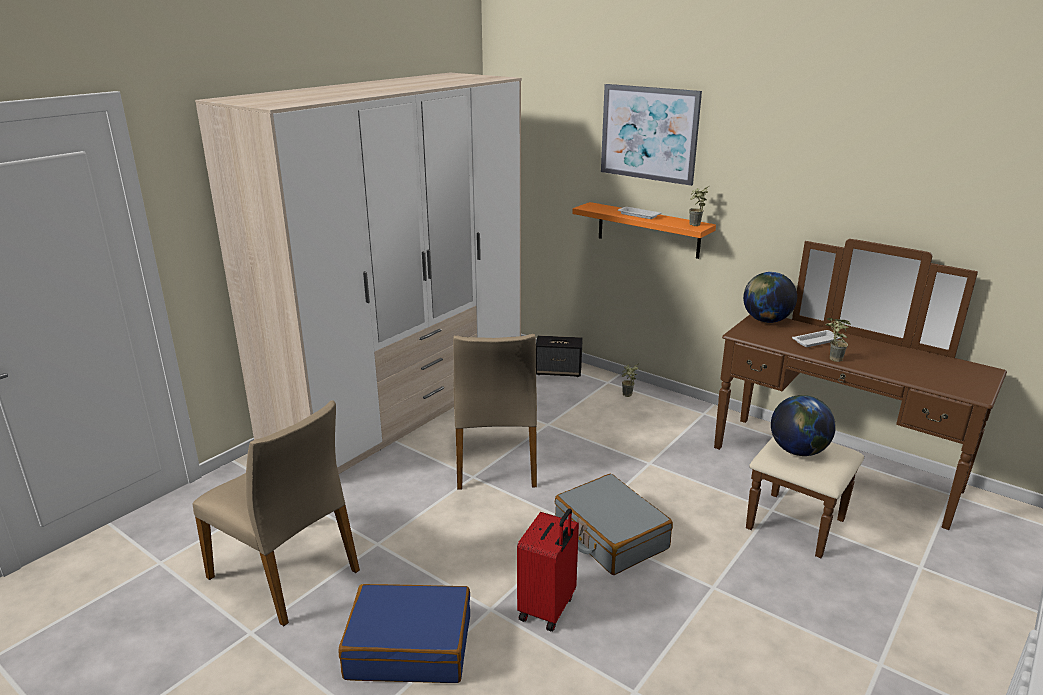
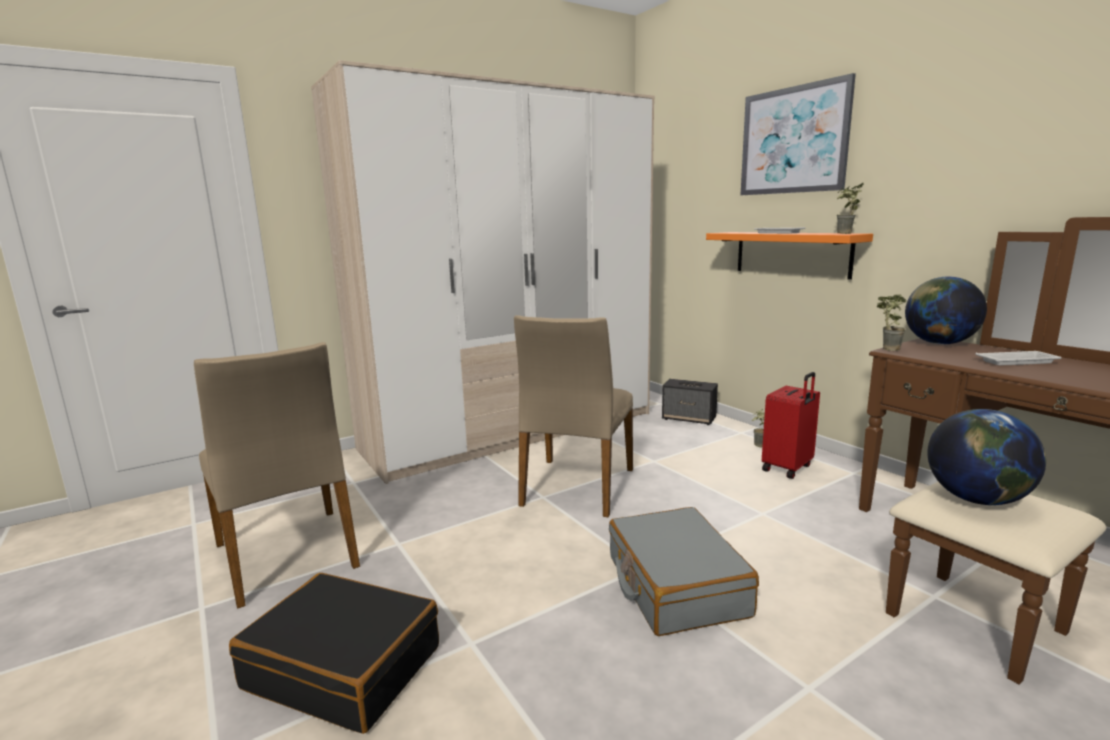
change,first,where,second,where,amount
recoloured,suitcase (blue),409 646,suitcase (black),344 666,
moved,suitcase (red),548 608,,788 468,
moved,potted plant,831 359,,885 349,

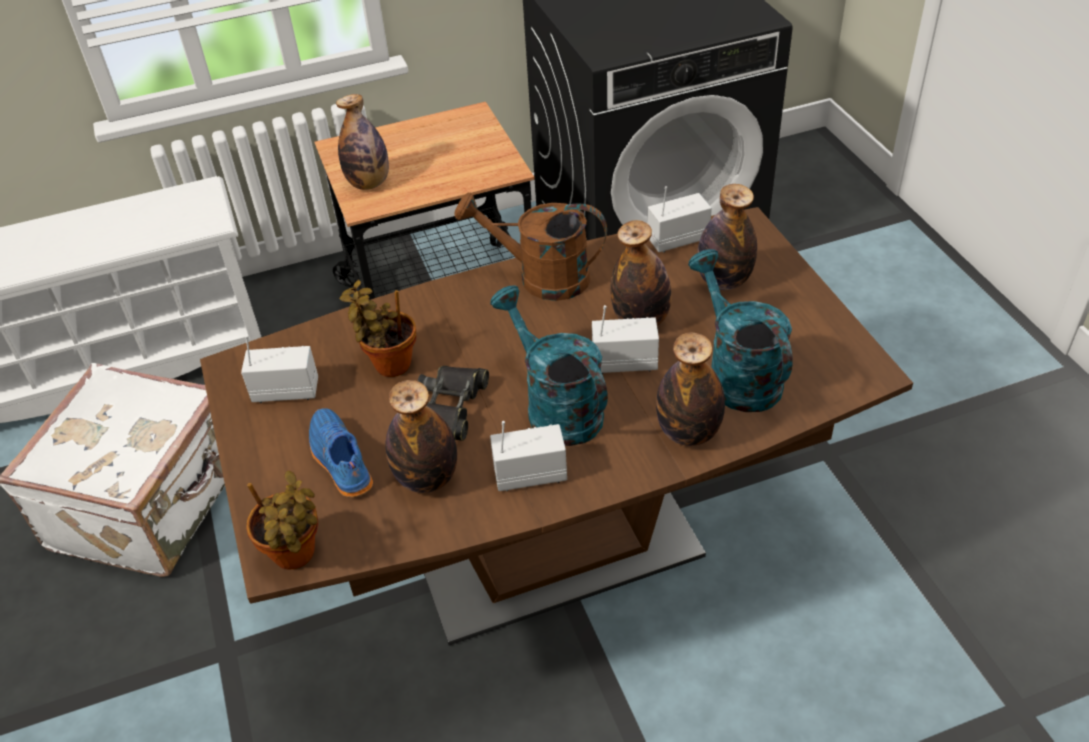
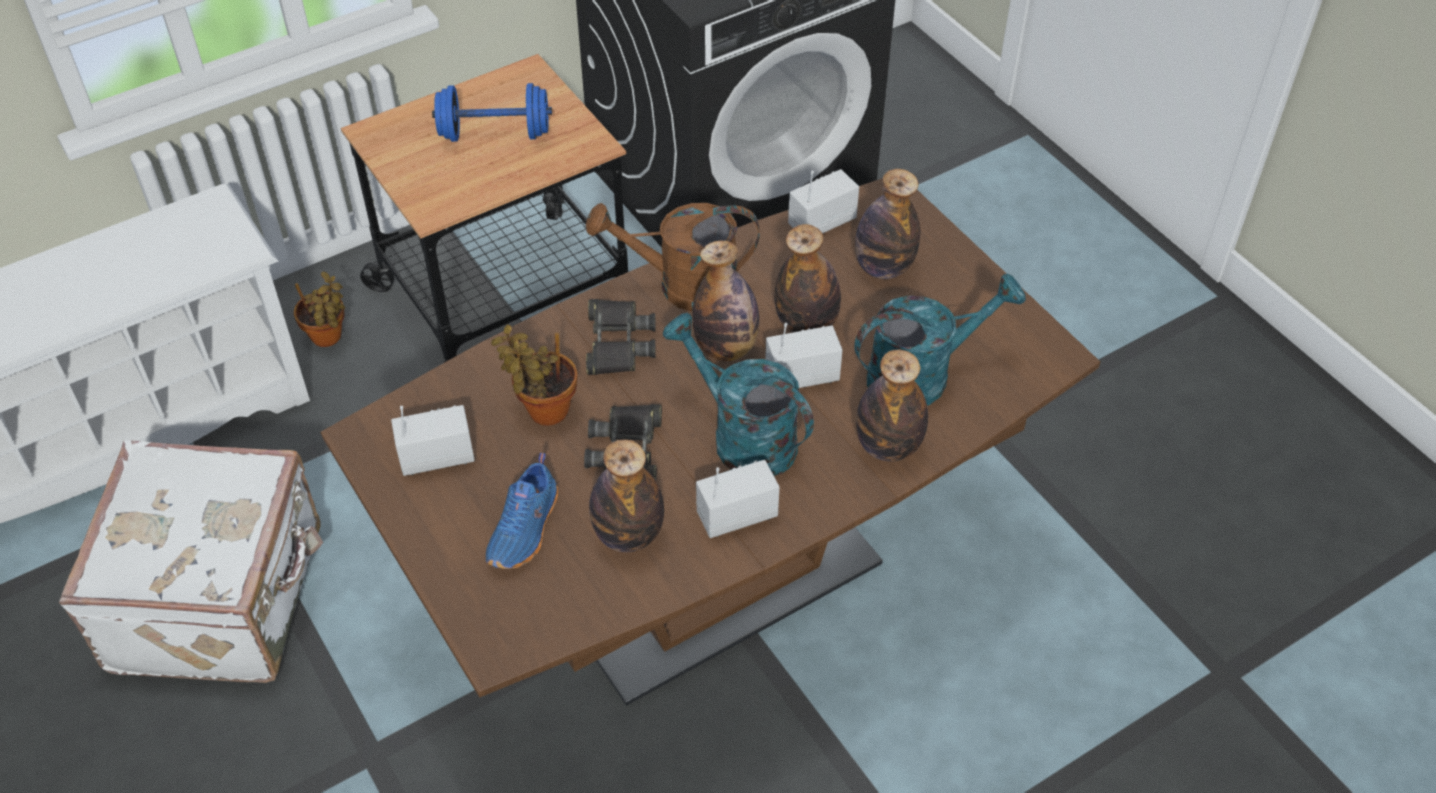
change,first,where,second,where,amount
moved,potted plant,296 556,,329 338,
added,,,dumbbell (blue),495 134,
turned,shoe (blue),339 461,,526 530,120 degrees counterclockwise
added,,,binoculars (black),617 343,
moved,bottle,369 183,,726 348,
turned,watering can (turquoise),736 374,,922 374,105 degrees clockwise

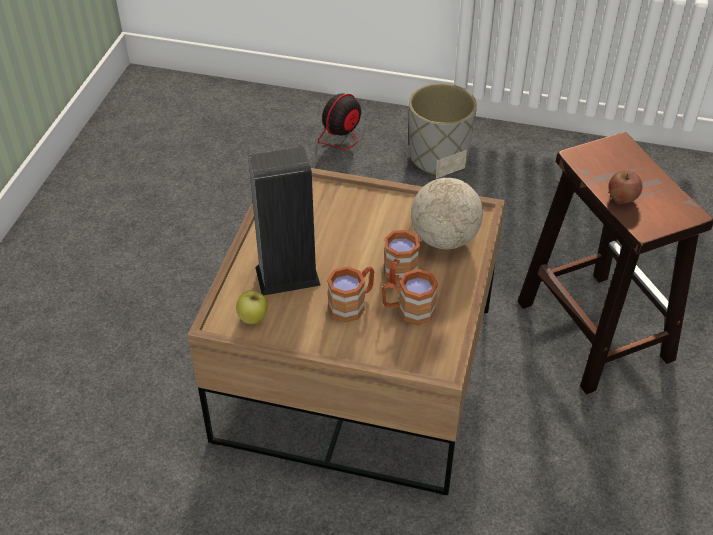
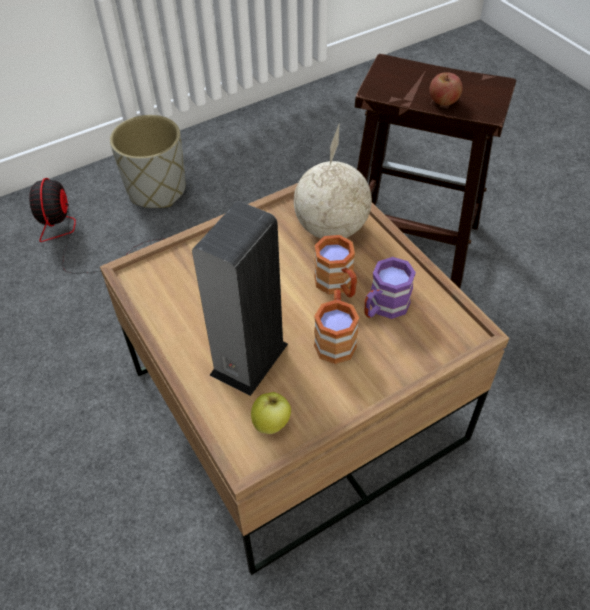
change,first,where,second,where,amount
recoloured,mug (brown),408 311,mug (purple),383 307,

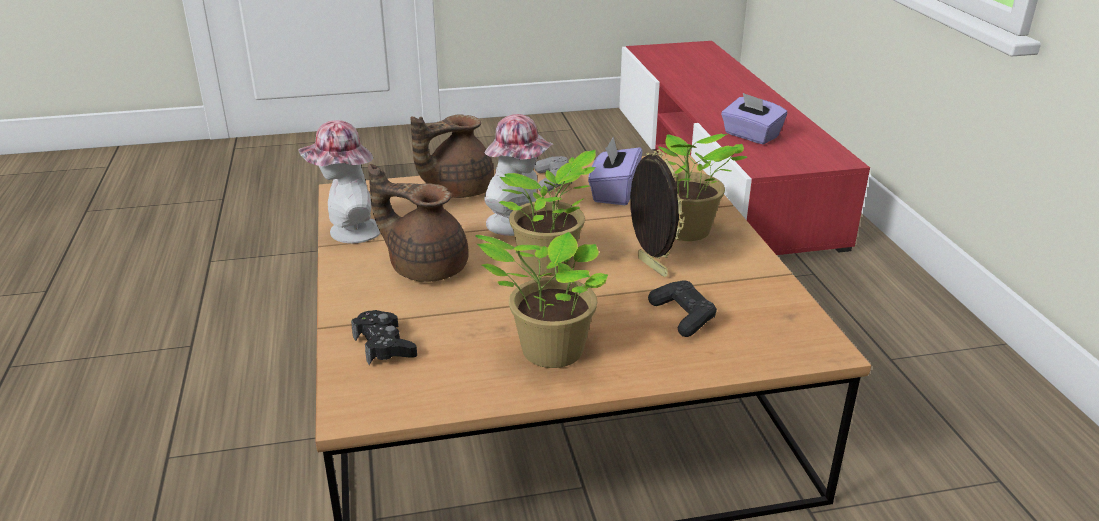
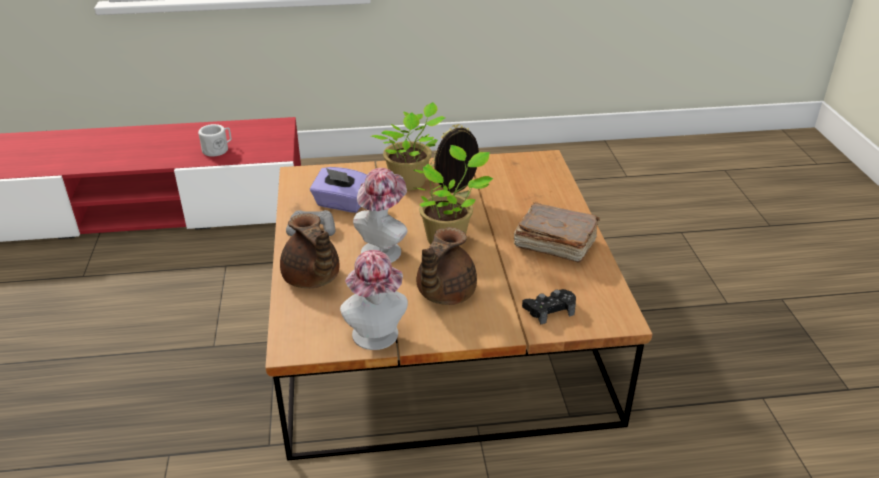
change,first,where,second,where,amount
replaced,tissue box (purple),750 136,mug (white),218 149,
replaced,potted plant,547 352,book (brown),554 244,
removed,game controller (black),682 316,,,

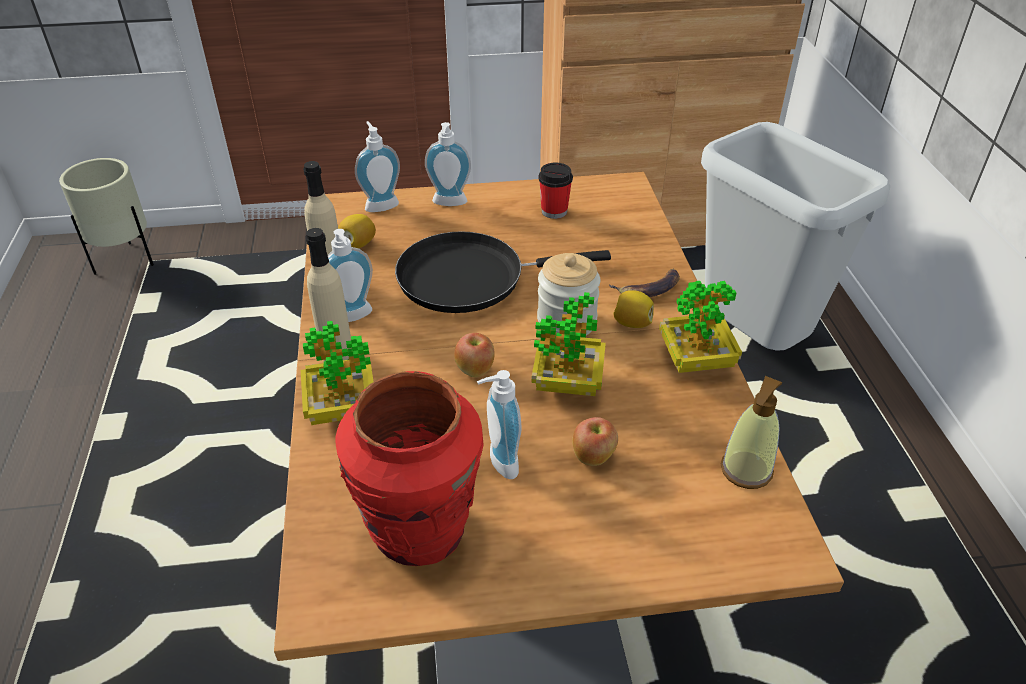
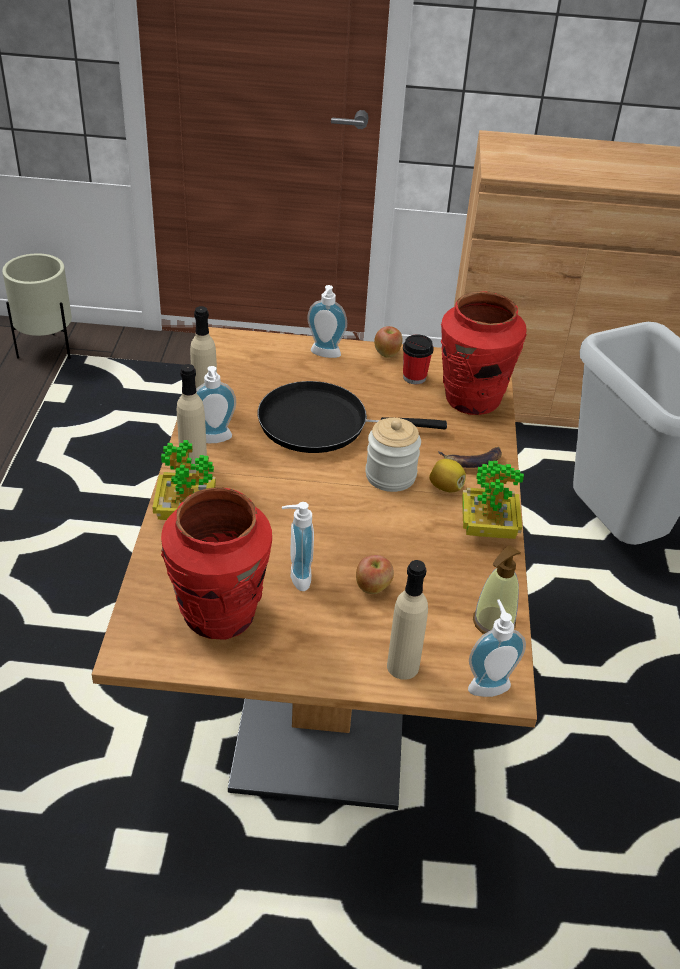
change,first,where,second,where,amount
moved,apple,475 370,,387 353,
added,,,bottle (beige),403 666,
added,,,vase (red),471 399,
moved,soap dispenser,380 204,,487 683,
removed,lemon,358 244,,,
removed,potted plant,568 383,,,

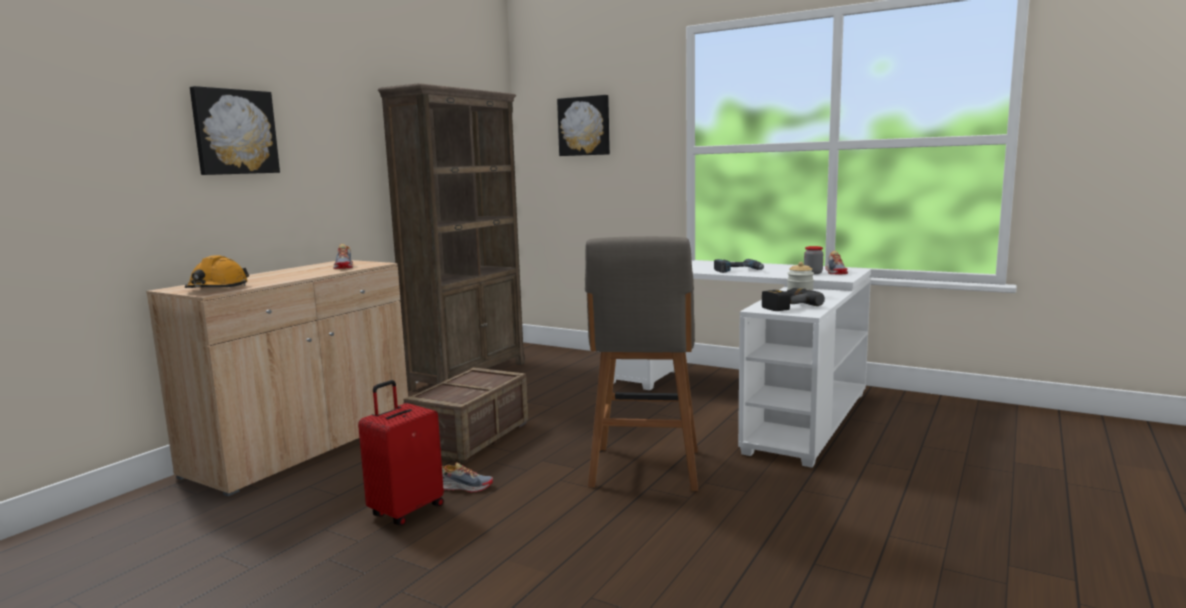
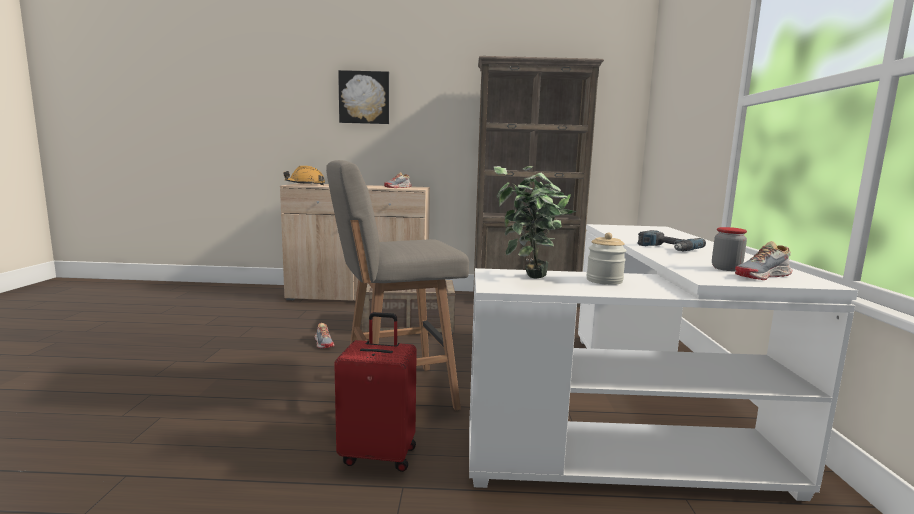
change,first,where,second,where,amount
moved,suitcase (red),406 511,,379 454,
replaced,power drill,786 306,potted plant,529 279,
removed,picture,584 126,,,

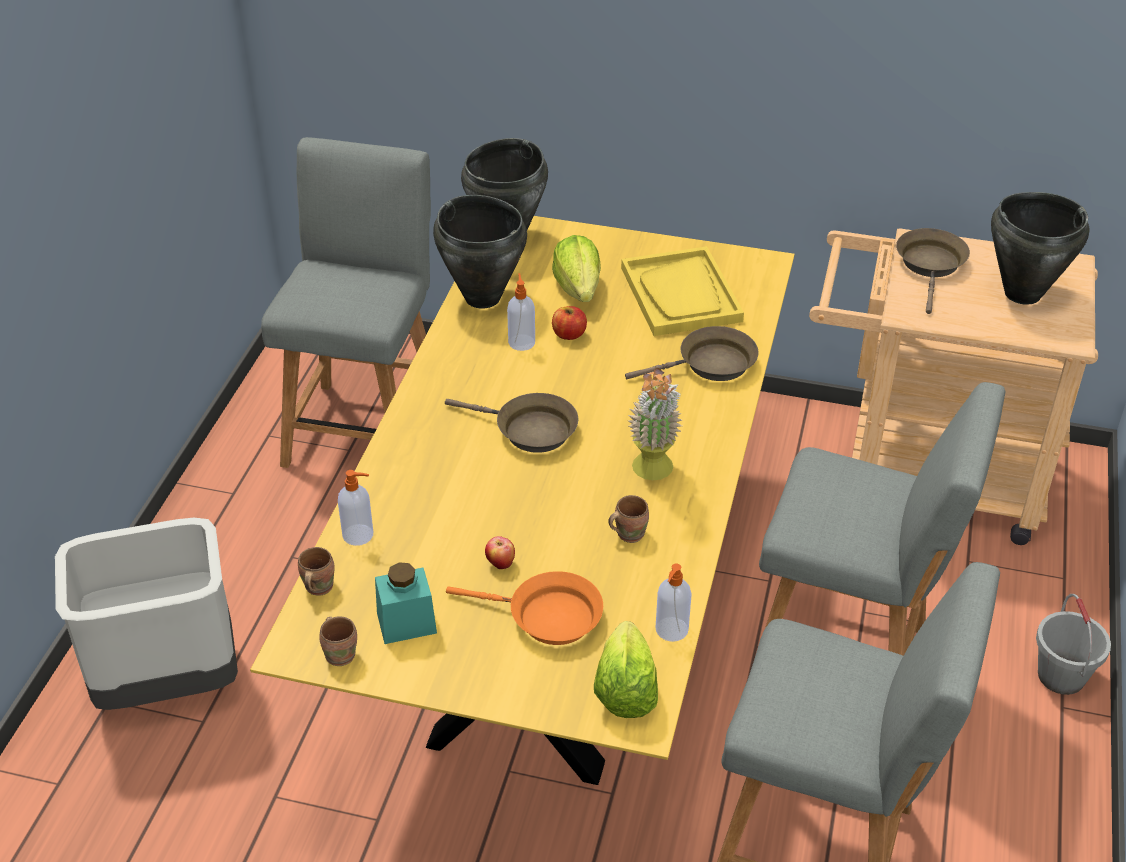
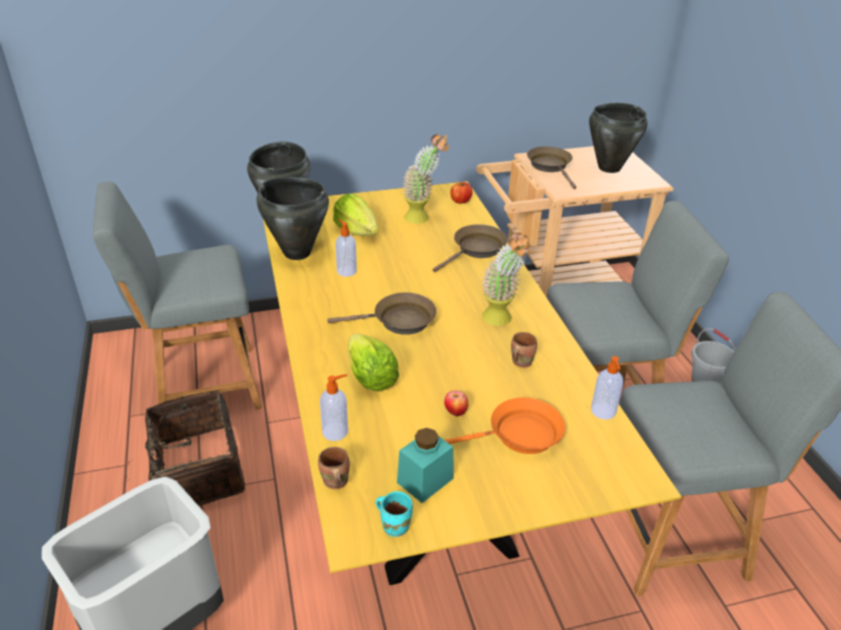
change,first,where,second,where,amount
turned,chair (grey),367 427,,201 386,90 degrees counterclockwise
added,,,basket,197 471,
moved,lettuce,625 690,,370 377,
recoloured,mug (brown),341 654,mug (turquoise),395 525,
replaced,tray (yellow),681 294,potted plant,423 218,
moved,apple,569 334,,460 201,

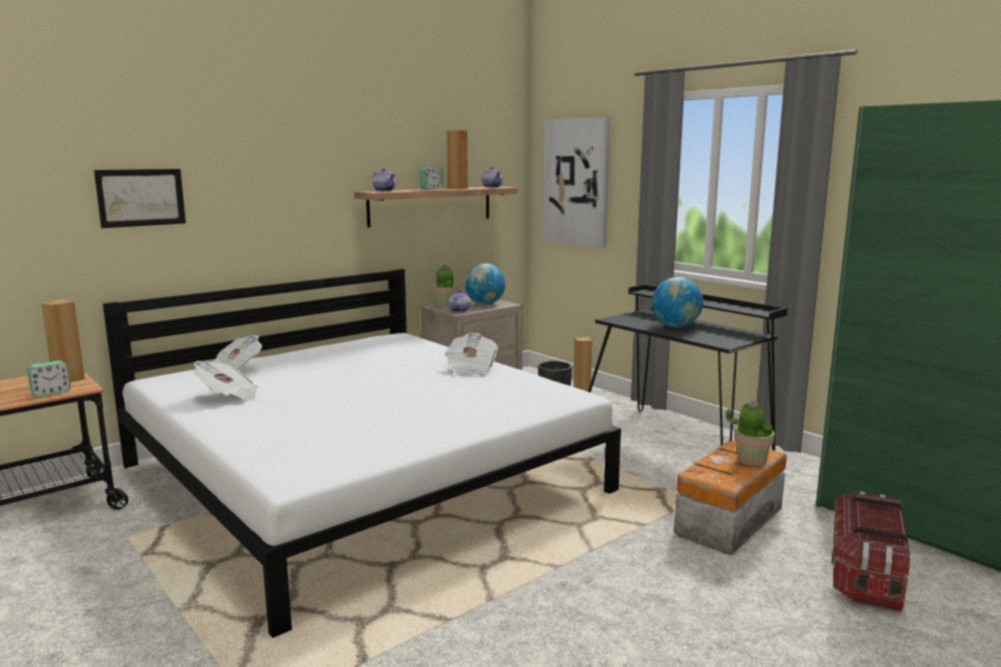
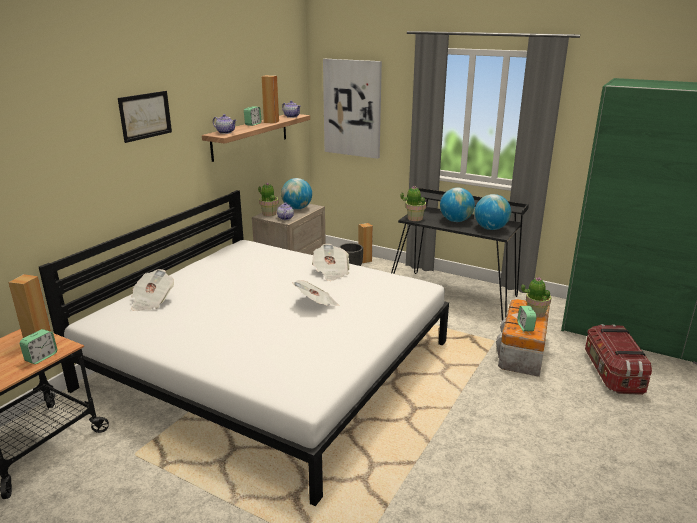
change,first,where,second,where,amount
moved,picture,141 197,,145 116,
moved,newspaper,228 396,,316 304,
added,,,potted plant,414 218,
added,,,globe,490 229,
added,,,alarm clock,525 327,

